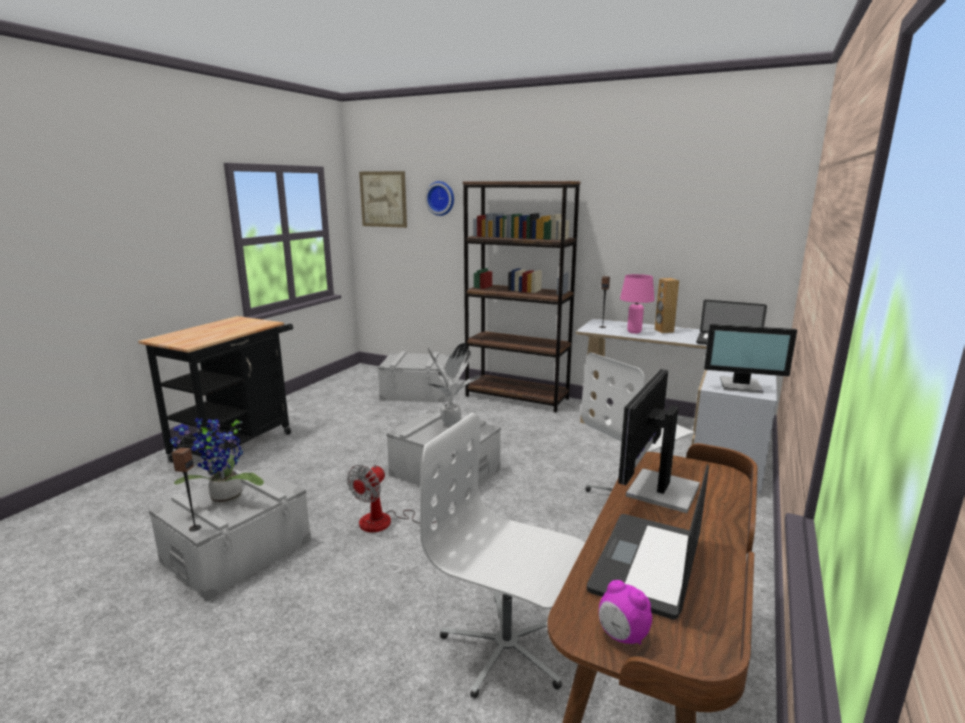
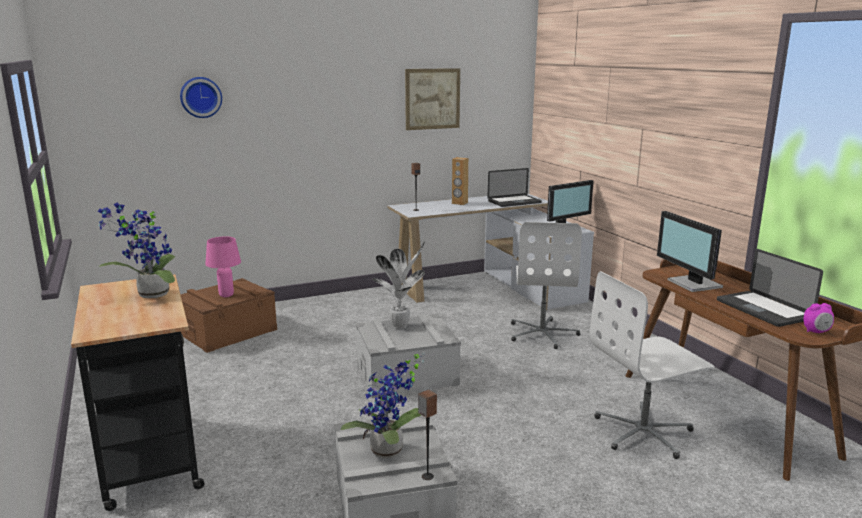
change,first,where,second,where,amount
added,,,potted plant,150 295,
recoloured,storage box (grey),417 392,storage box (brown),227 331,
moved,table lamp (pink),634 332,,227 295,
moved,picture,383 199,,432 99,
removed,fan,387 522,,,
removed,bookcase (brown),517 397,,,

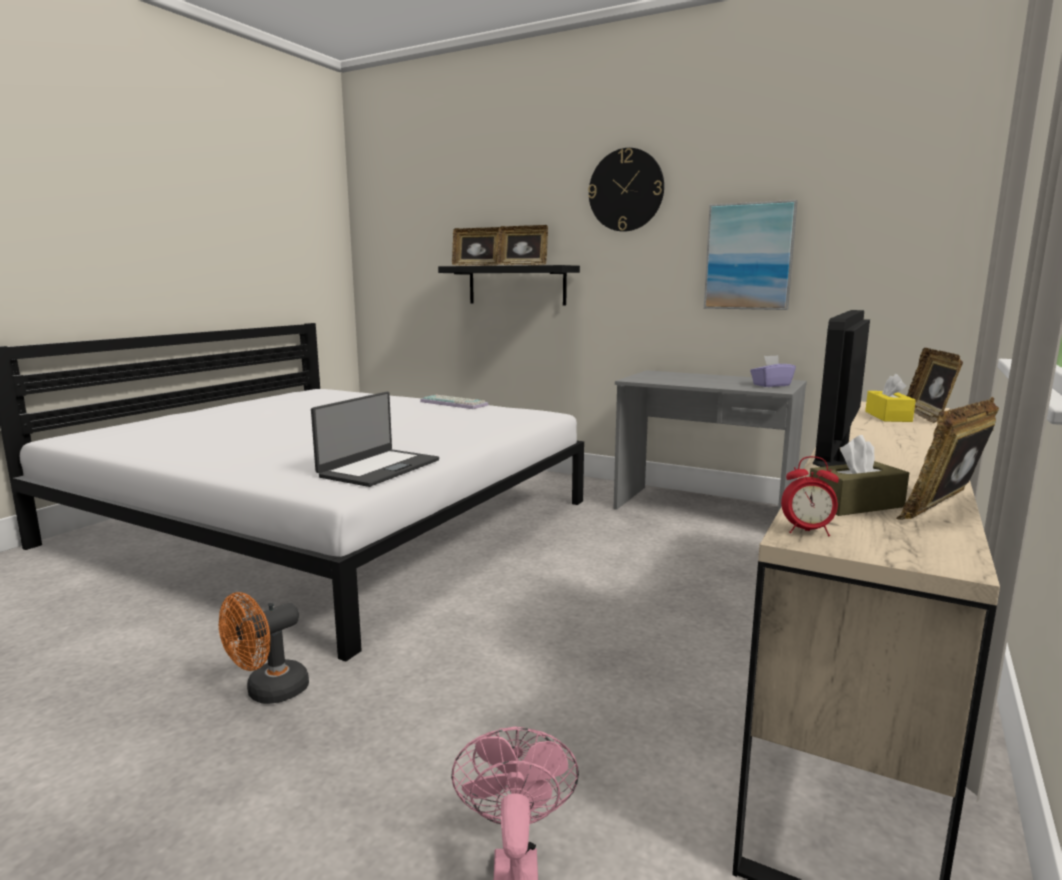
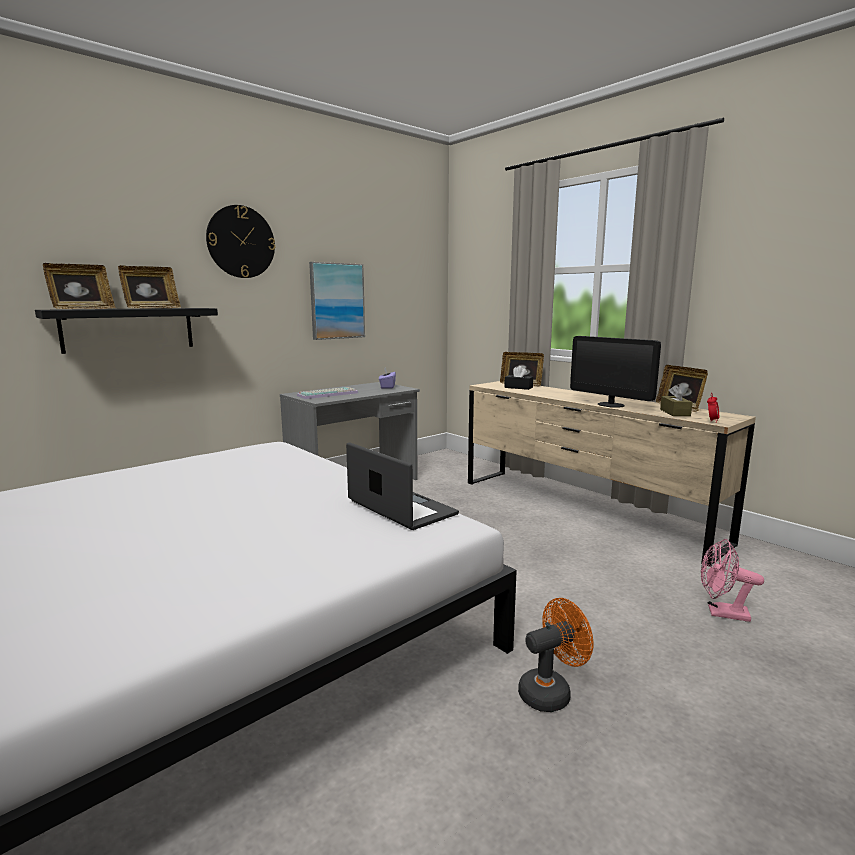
change,first,where,second,where,amount
moved,keyboard,455 403,,328 394,
recoloured,tissue box (yellow),888 416,tissue box (black),518 387,
turned,fan (orange),268 692,,551 691,90 degrees counterclockwise

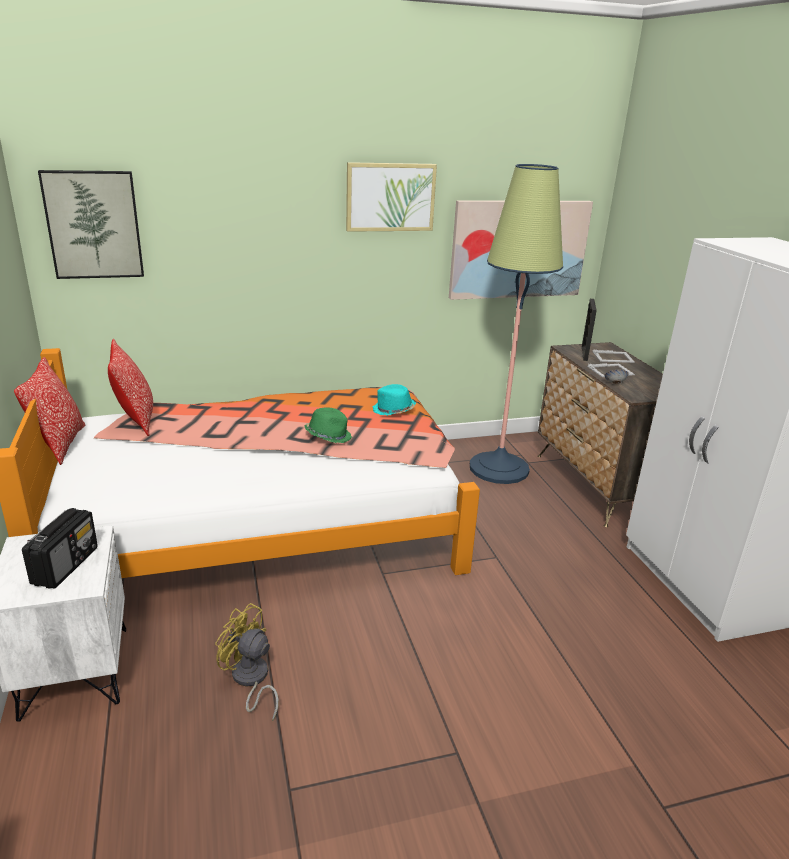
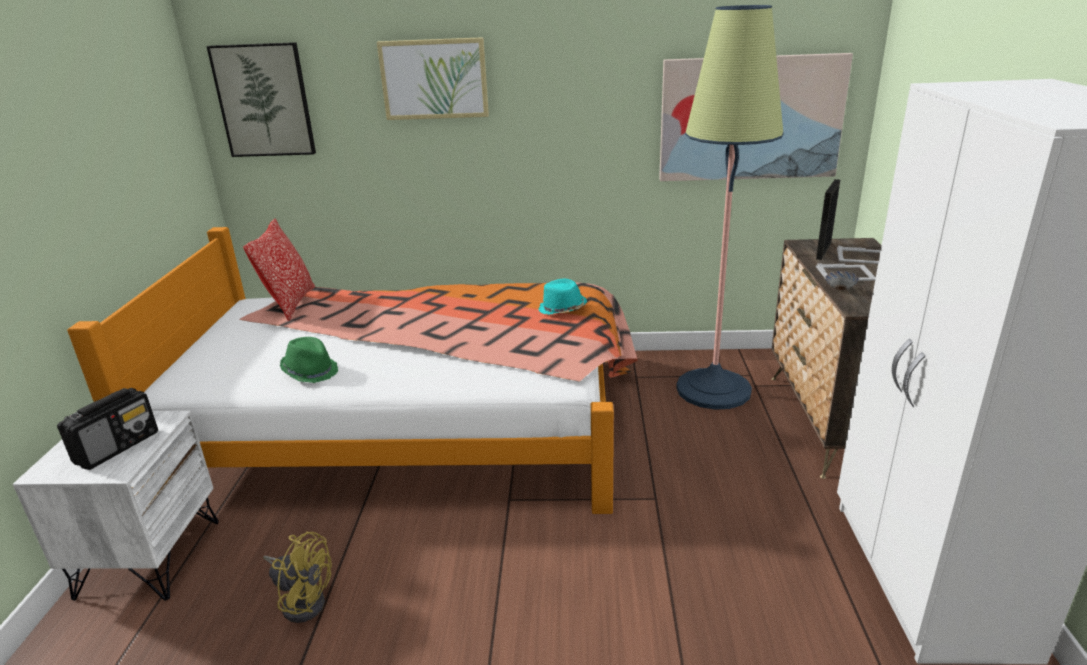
change,first,where,second,where,amount
turned,fan (yellow),250 680,,303 600,150 degrees clockwise
moved,hat (green),328 436,,310 372,
moved,picture,390 197,,434 79,
removed,pillow,60 444,,,

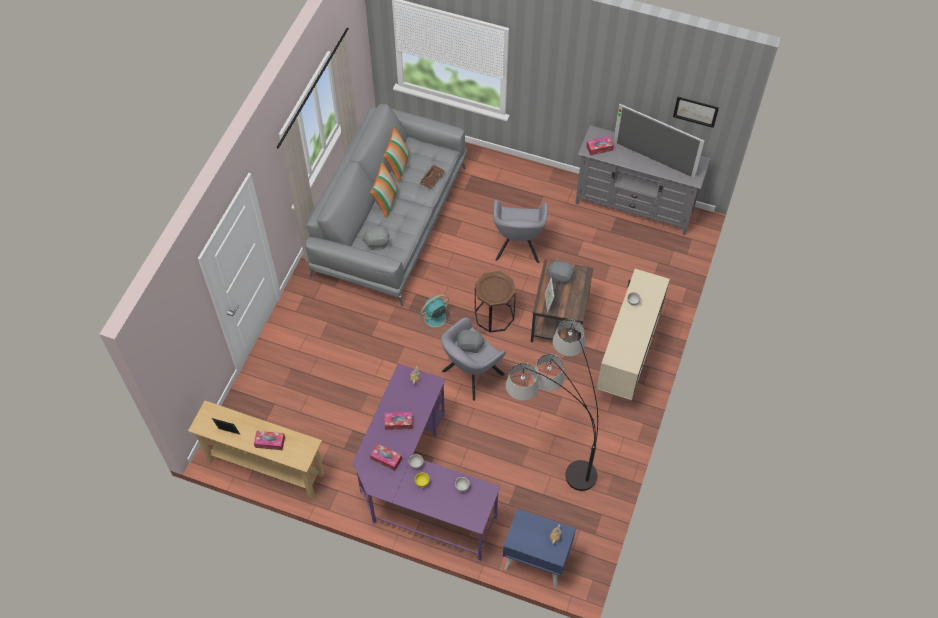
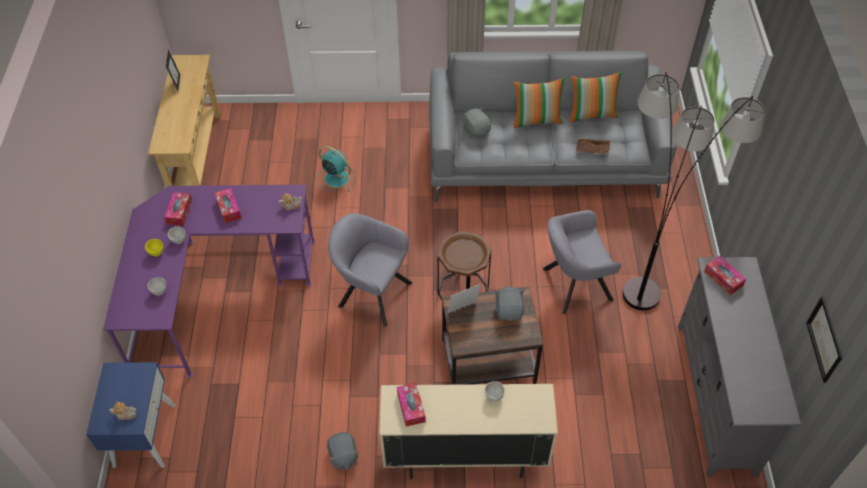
change,first,where,second,where,amount
moved,fan (turquoise),434 318,,335 177,
moved,plush toy (grey),470 346,,343 456,
moved,tissue box,270 442,,411 407,
moved,floor lamp,551 452,,653 260,
removed,television,653 159,,,

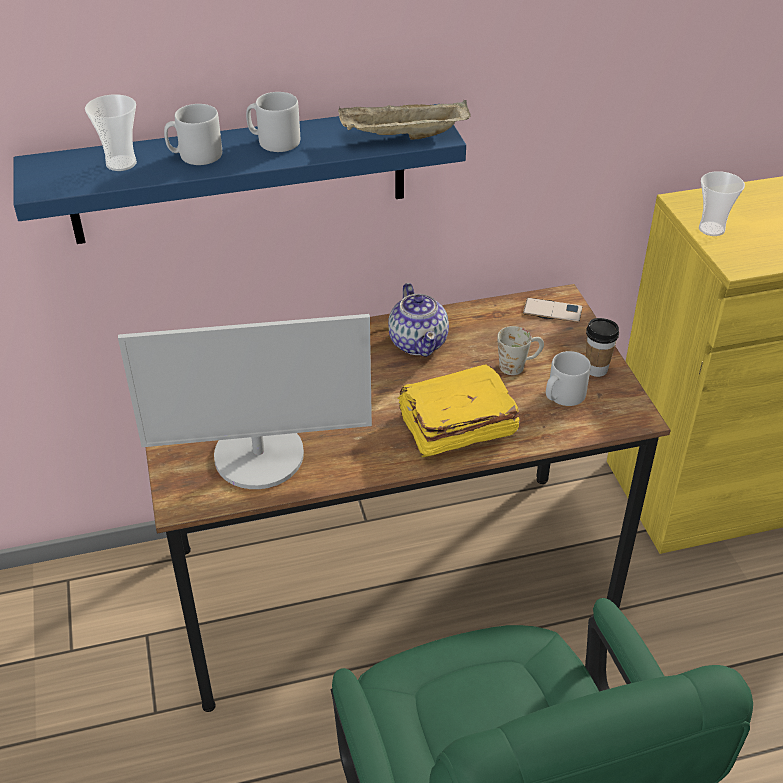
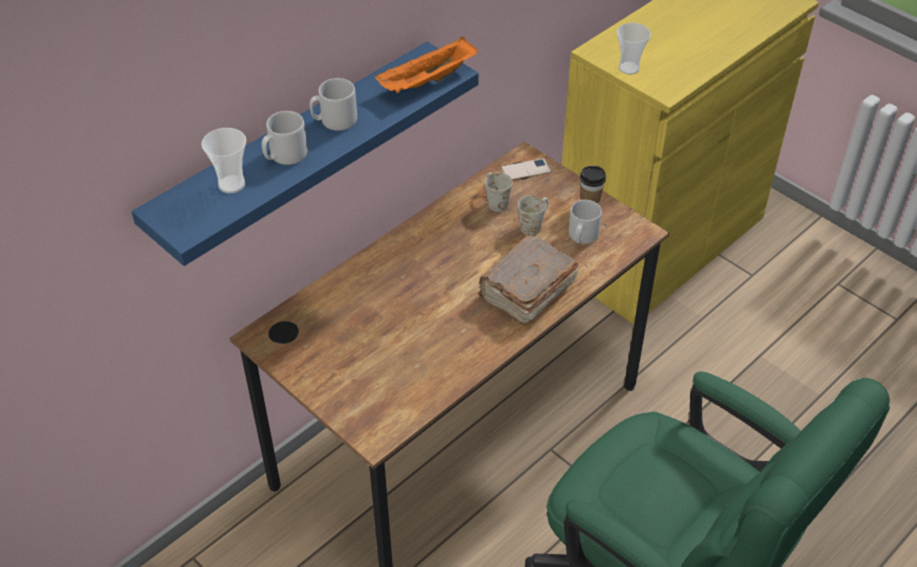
change,first,where,second,where,amount
recoloured,tray (beige),402 137,tray (orange),427 82,
recoloured,book (yellow),455 426,book (brown),526 291,
added,,,mug (white),494 201,
removed,monitor,260 456,,,
removed,teapot,418 342,,,

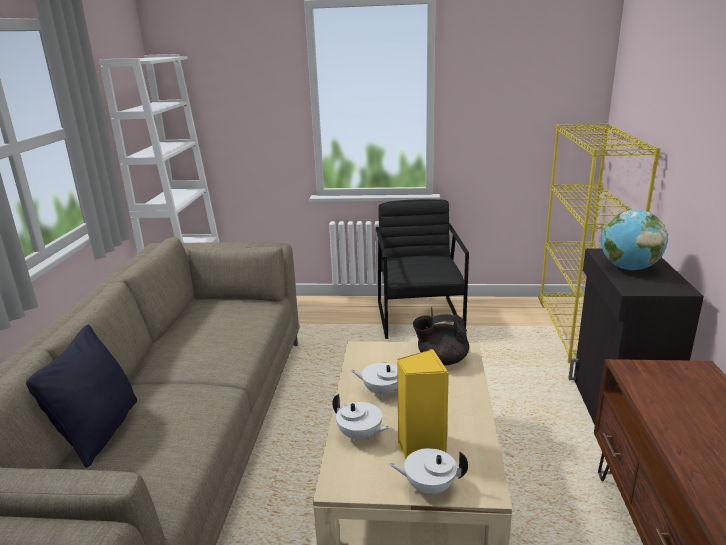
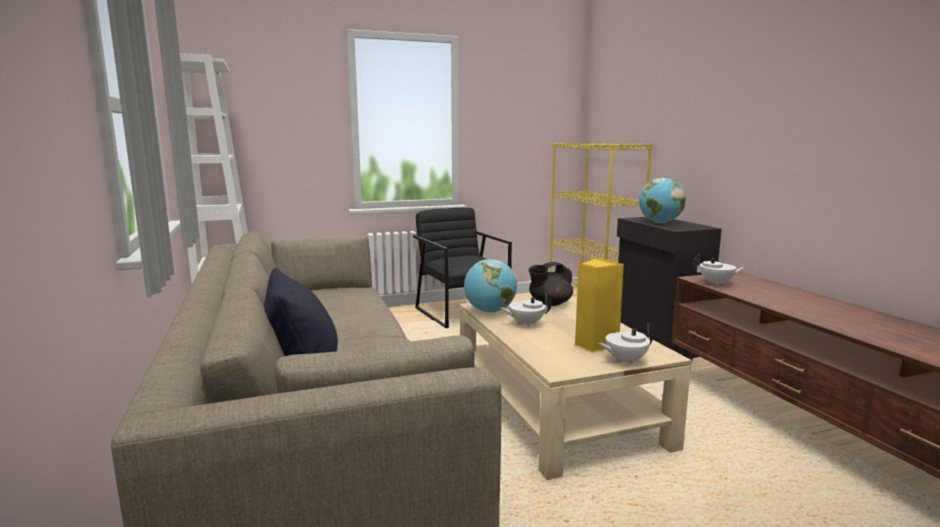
change,first,where,second,where,amount
added,,,globe,490 311,
moved,teapot (white),360 436,,716 283,

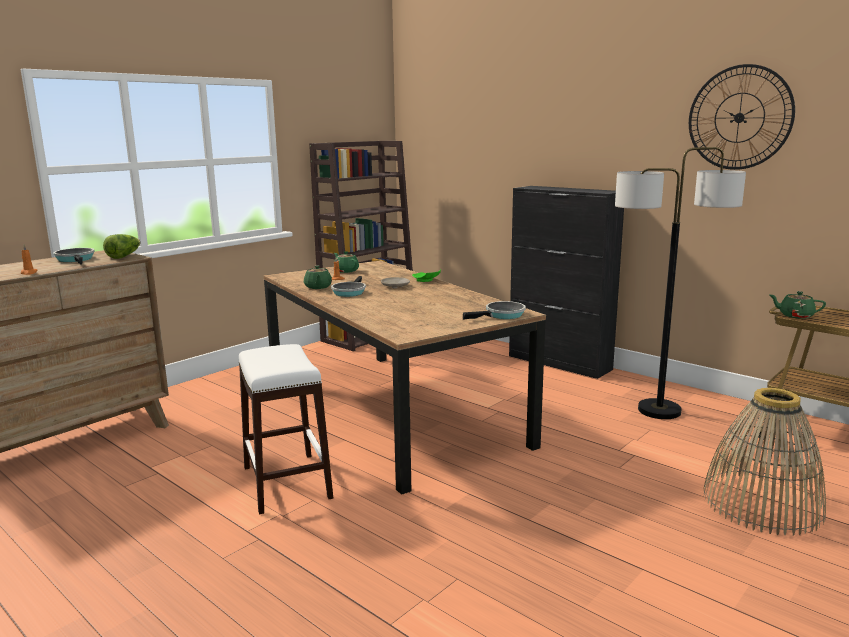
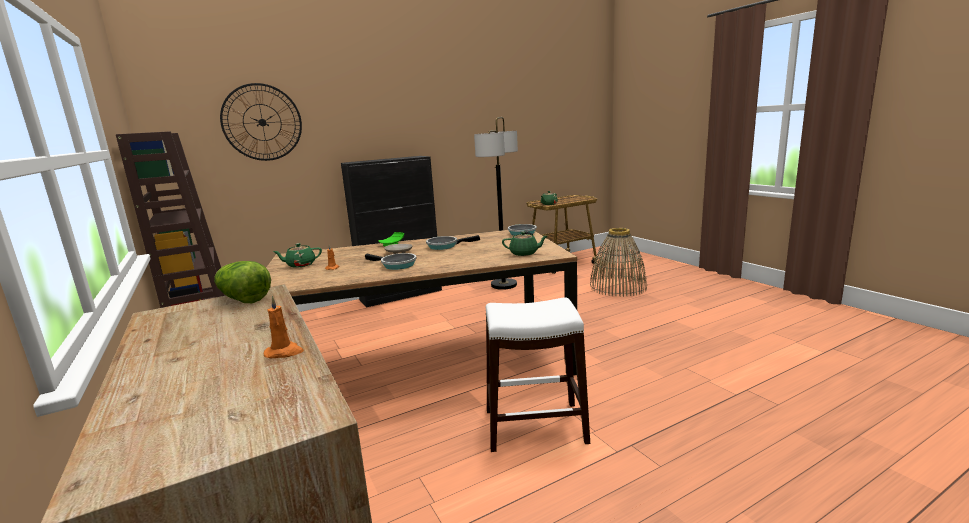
change,first,where,second,where,amount
moved,wall clock,739 118,,262 122,
moved,frying pan,76 259,,445 246,
moved,teapot (green),318 287,,524 253,

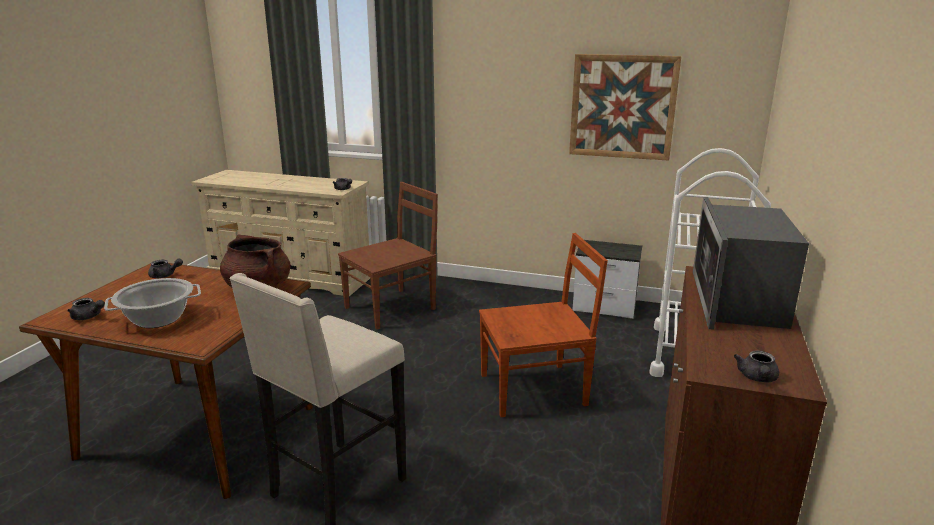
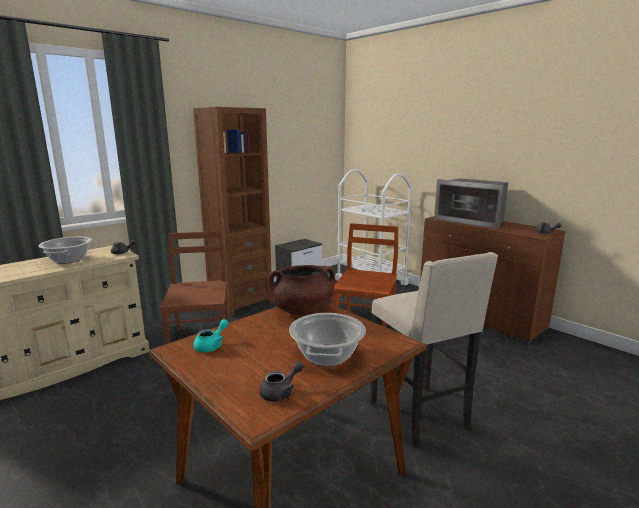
change,first,where,second,where,amount
added,,,cooking pot,69 260,
added,,,bookcase (brown),240 303,
recoloured,teapot (grey),165 276,teapot (turquoise),212 345,
removed,picture,622 107,,,

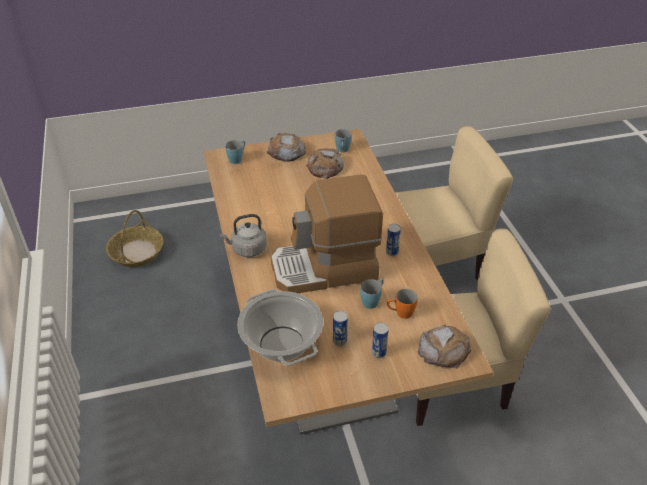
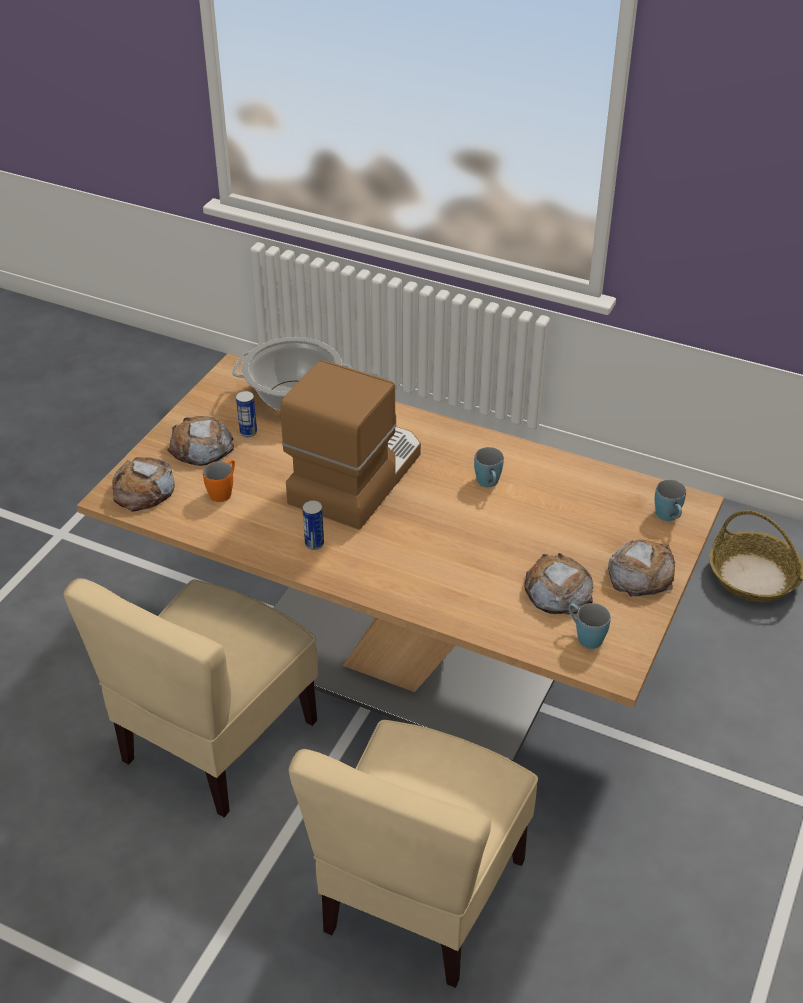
change,first,where,second,where,amount
replaced,can,378 353,bread,201 447,
moved,mug (blue),372 300,,489 484,
removed,kettle (grey),247 249,,,

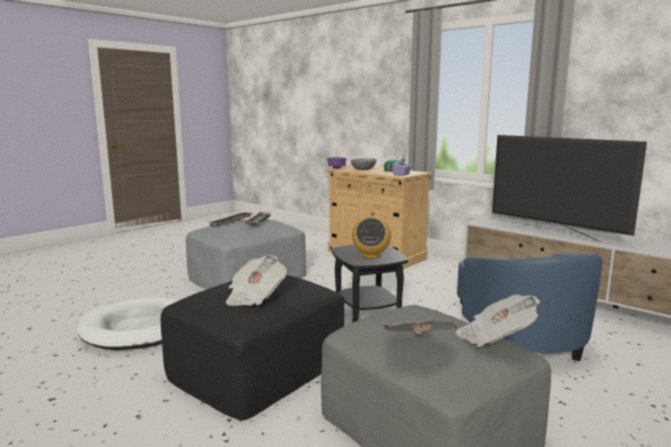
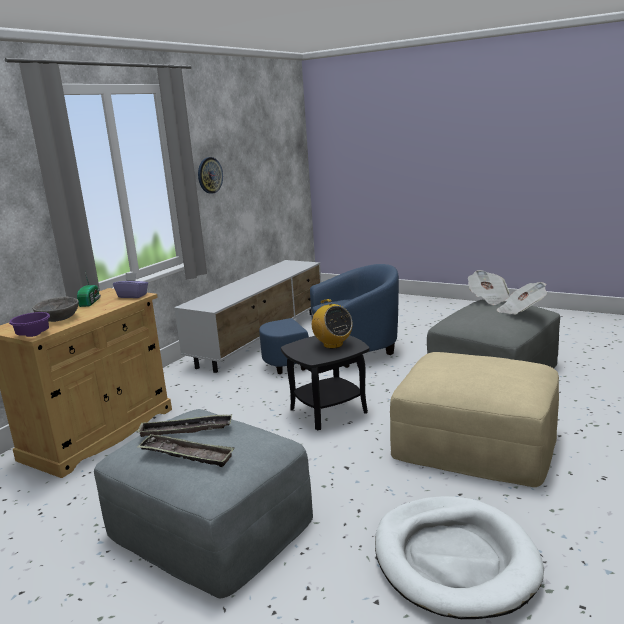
change,first,where,second,where,amount
added,,,wall clock,209 175,
turned,radio,371 255,,332 345,60 degrees clockwise
recoloured,ottoman (black),258 367,ottoman (beige),475 443,
removed,newspaper,255 297,,,
removed,television,555 233,,,

